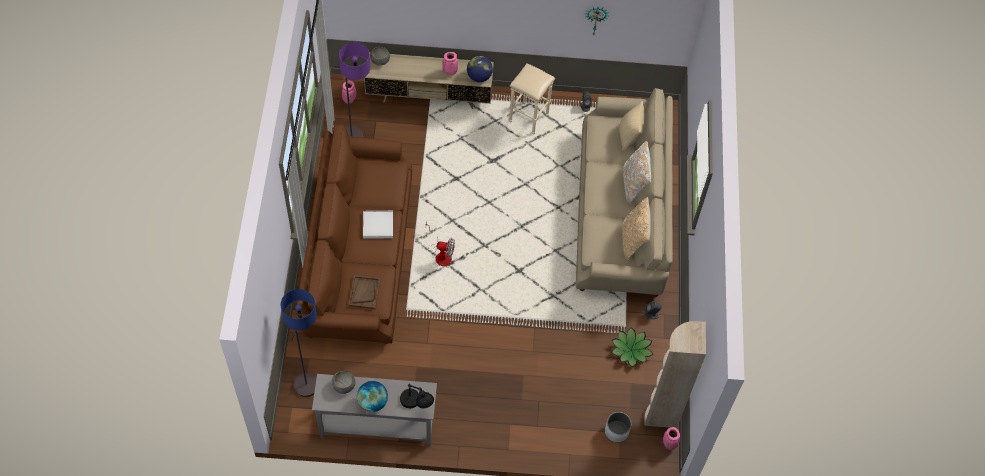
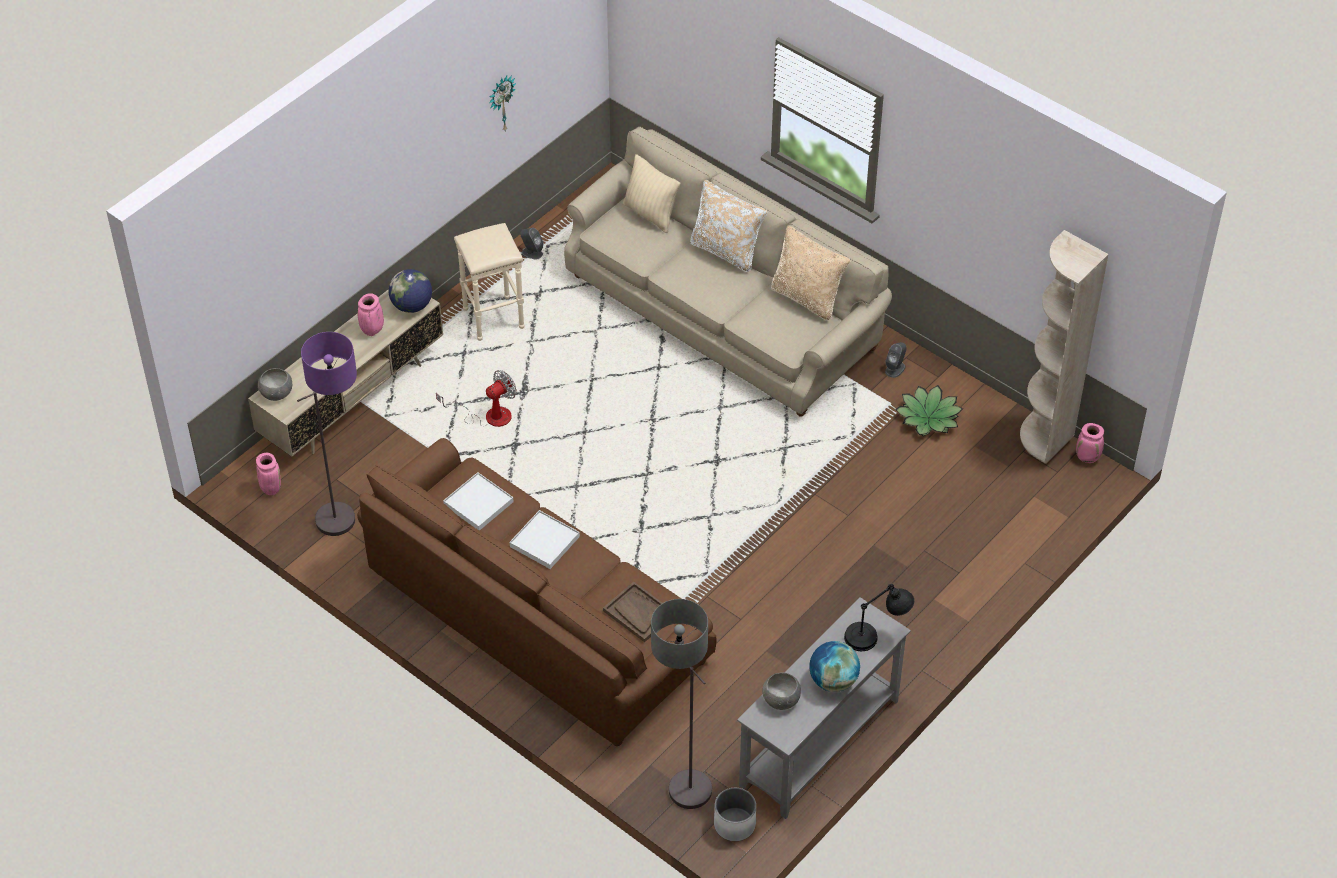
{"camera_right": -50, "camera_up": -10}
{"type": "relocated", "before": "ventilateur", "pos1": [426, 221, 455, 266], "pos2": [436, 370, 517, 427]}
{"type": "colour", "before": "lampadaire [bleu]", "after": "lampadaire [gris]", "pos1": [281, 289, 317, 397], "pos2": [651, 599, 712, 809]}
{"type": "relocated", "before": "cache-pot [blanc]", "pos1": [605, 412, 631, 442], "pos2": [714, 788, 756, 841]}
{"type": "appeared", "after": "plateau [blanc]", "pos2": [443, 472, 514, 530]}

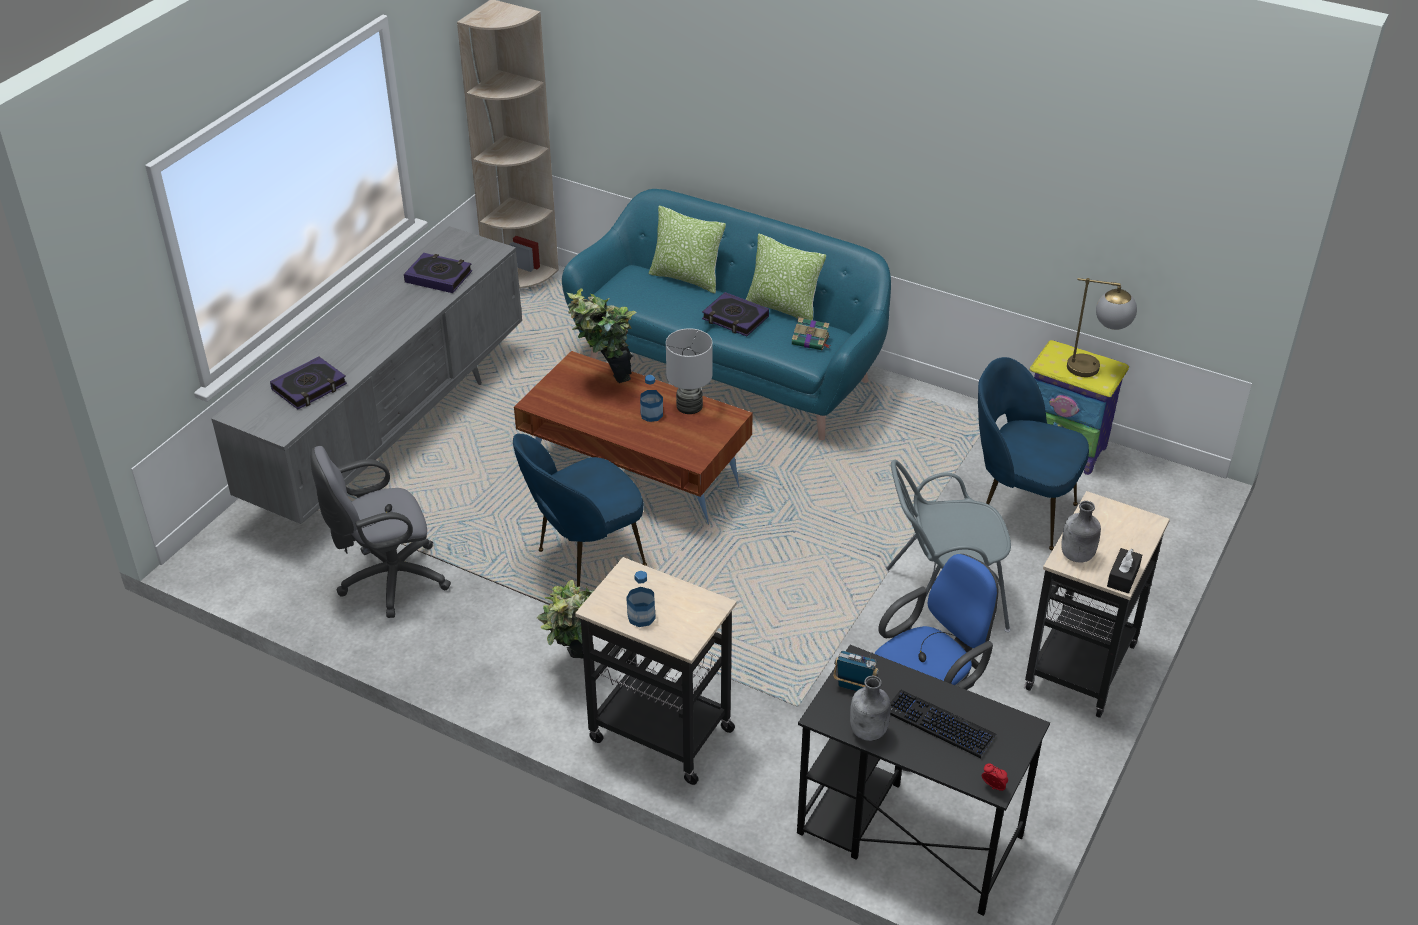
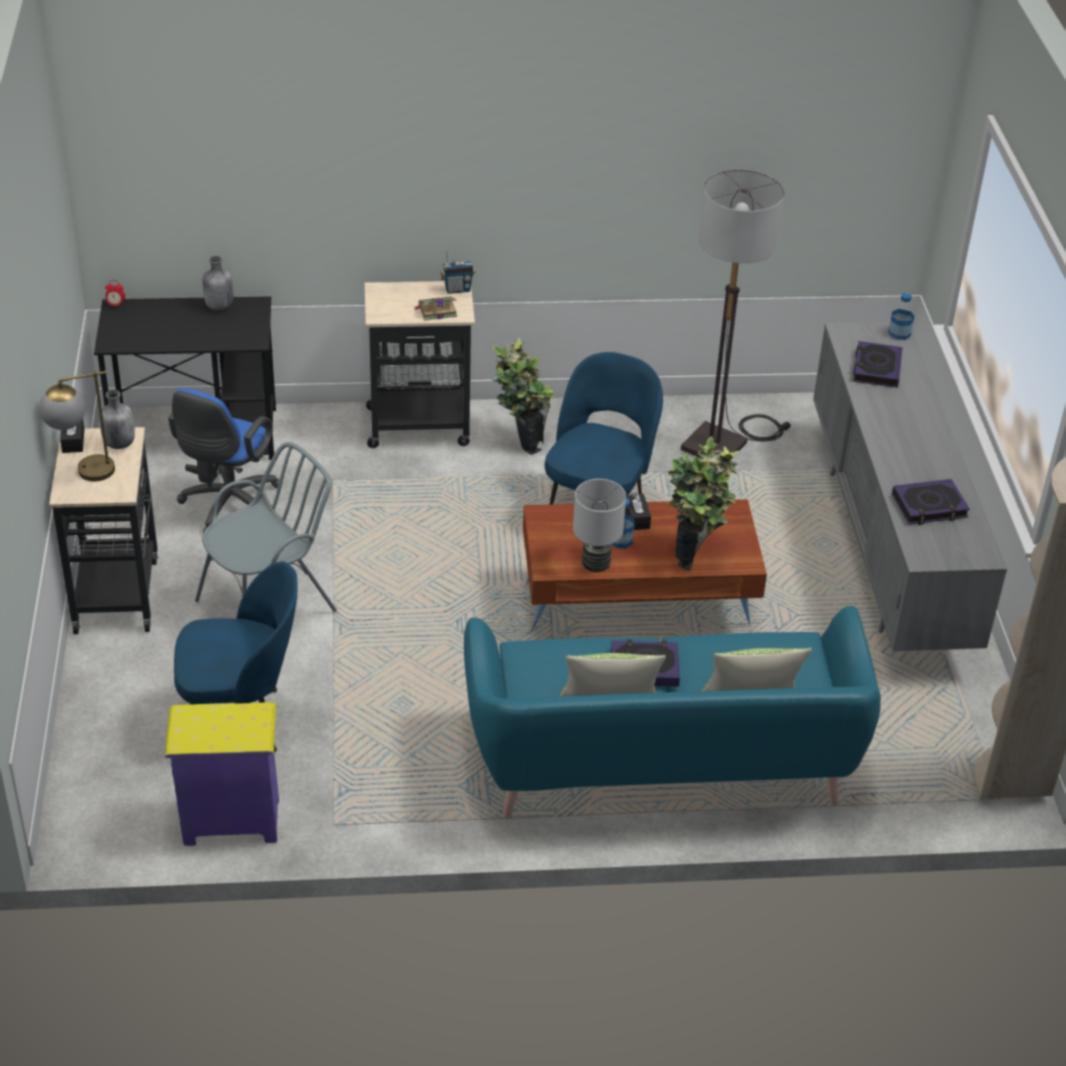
{"camera_right": 145, "camera_up": 0}
{"type": "relocated", "before": "lampe de table", "pos1": [1067, 278, 1137, 377], "pos2": [39, 371, 115, 481]}
{"type": "relocated", "before": "livre", "pos1": [792, 317, 830, 350], "pos2": [413, 296, 457, 321]}
{"type": "exchanged", "before": "chaise de bureau [gris]", "after": "lampadaire", "pos1": [310, 446, 451, 618], "pos2": [681, 169, 791, 458]}
{"type": "relocated", "before": "bouteille", "pos1": [626, 571, 656, 627], "pos2": [888, 293, 914, 340]}
{"type": "relocated", "before": "radio", "pos1": [833, 651, 879, 691], "pos2": [441, 250, 475, 294]}
{"type": "missing", "before": "clavier", "pos1": [890, 690, 997, 758]}
{"type": "appeared", "after": "boîte à mouchoirs [noir]", "pos2": [625, 492, 651, 530]}

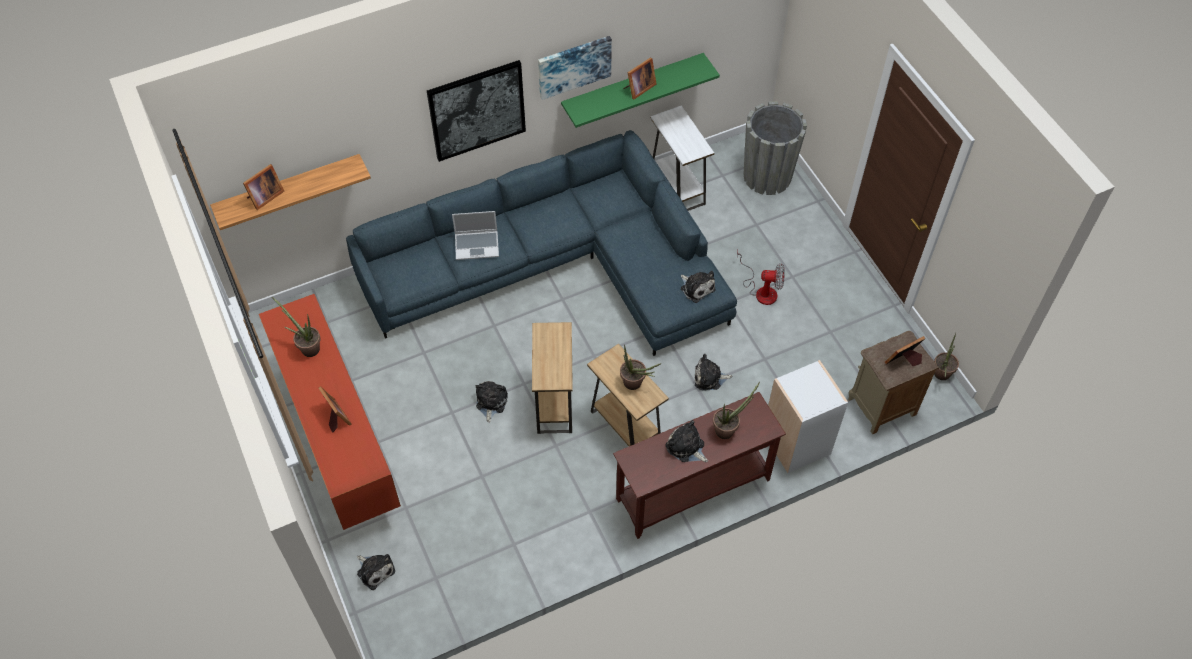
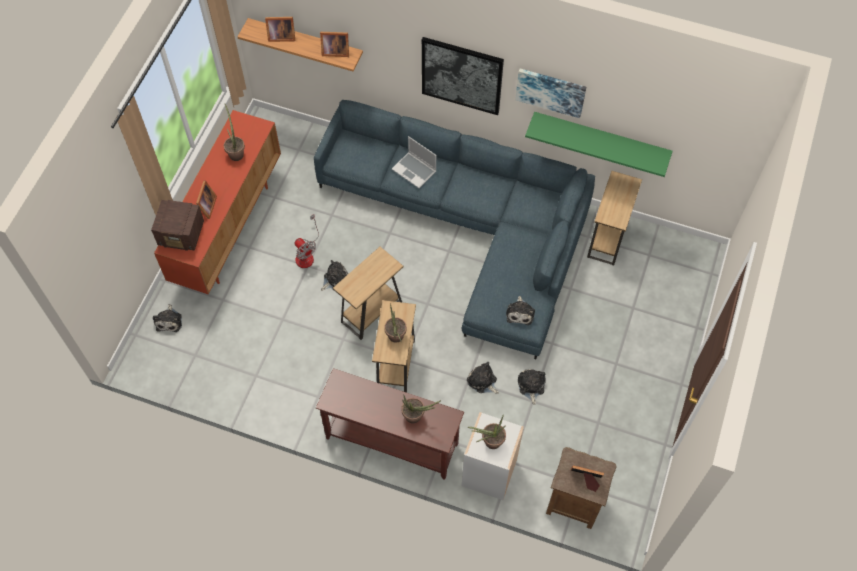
{"camera_right": 45, "camera_up": 5}
{"type": "relocated", "before": "cadre photo", "pos1": [624, 57, 657, 99], "pos2": [320, 32, 349, 57]}
{"type": "missing", "before": "cache-pot [gris]", "pos1": [743, 101, 807, 195]}
{"type": "colour", "before": "table d'appoint [blanc]", "after": "table d'appoint [marron]", "pos1": [650, 105, 714, 211], "pos2": [587, 171, 642, 266]}
{"type": "relocated", "before": "ventilateur", "pos1": [737, 251, 785, 305], "pos2": [294, 214, 319, 268]}
{"type": "relocated", "before": "plante en pot", "pos1": [934, 333, 959, 380], "pos2": [468, 416, 506, 449]}
{"type": "relocated", "before": "peluche", "pos1": [666, 420, 708, 462], "pos2": [518, 369, 545, 405]}
{"type": "appeared", "after": "radio", "pos2": [151, 200, 204, 251]}

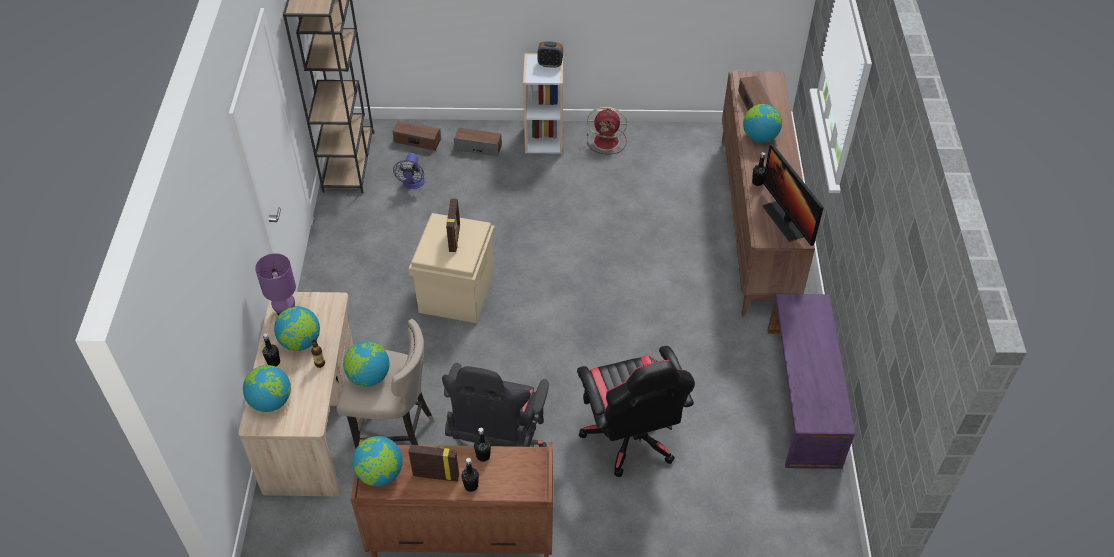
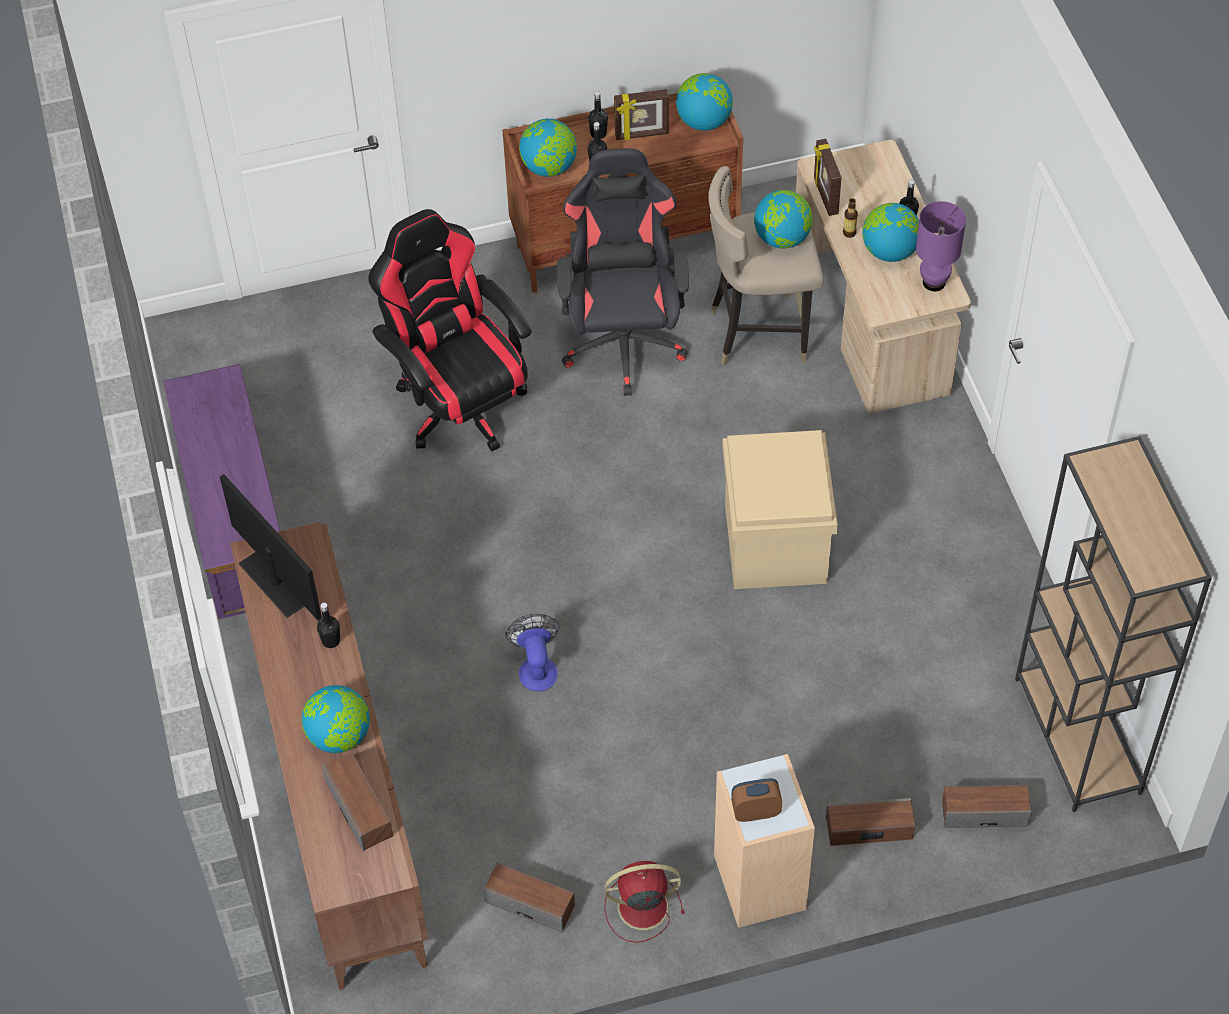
{"camera_right": 165, "camera_up": 5}
{"type": "relocated", "before": "ventilateur", "pos1": [393, 153, 425, 189], "pos2": [505, 614, 559, 691]}
{"type": "relocated", "before": "cadre photo", "pos1": [446, 199, 460, 252], "pos2": [814, 139, 842, 216]}
{"type": "relocated", "before": "globe", "pos1": [243, 365, 291, 412], "pos2": [519, 119, 577, 177]}
{"type": "appeared", "after": "enceinte", "pos2": [483, 863, 575, 932]}

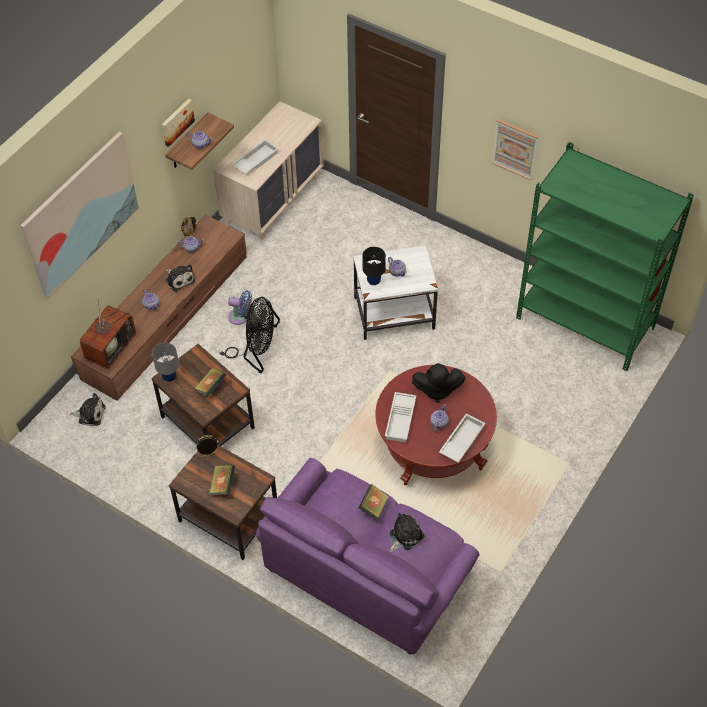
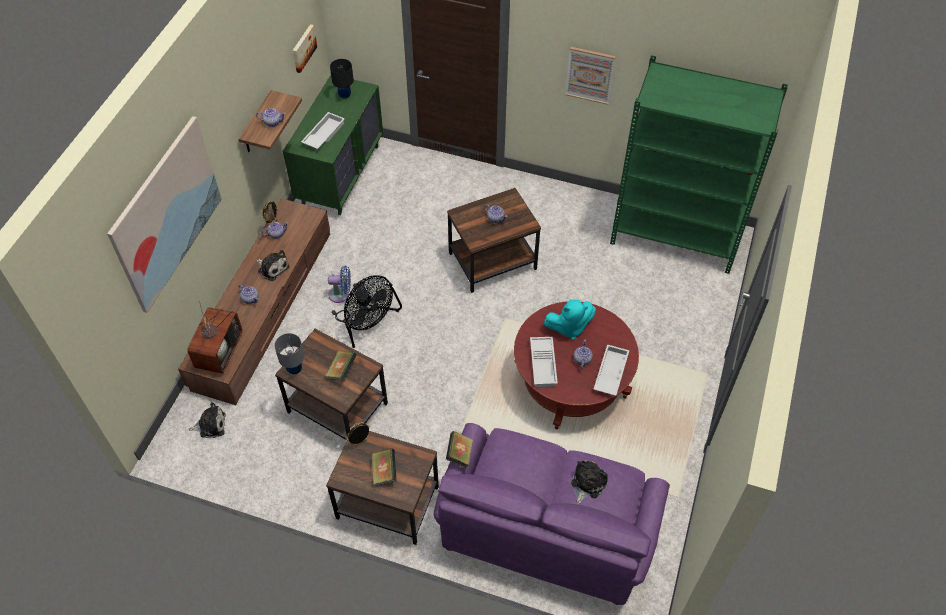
{"camera_right": -15, "camera_up": 0}
{"type": "relocated", "before": "tableau", "pos1": [162, 98, 195, 147], "pos2": [293, 24, 317, 73]}
{"type": "colour", "before": "commode [beige]", "after": "commode [vert]", "pos1": [213, 101, 324, 240], "pos2": [283, 75, 383, 215]}
{"type": "colour", "before": "table d'appoint [blanc]", "after": "table d'appoint [marron]", "pos1": [353, 245, 438, 340], "pos2": [447, 188, 541, 293]}
{"type": "relocated", "before": "lampe de table [noir]", "pos1": [362, 247, 386, 285], "pos2": [330, 59, 354, 98]}
{"type": "spun", "before": "ventilateur [noir]", "pos1": [220, 297, 280, 374], "pos2": [332, 275, 402, 348], "turn": 45}
{"type": "colour", "before": "peluche [noir]", "after": "peluche [turquoise]", "pos1": [412, 363, 465, 403], "pos2": [543, 299, 596, 340]}
{"type": "relocated", "before": "livre", "pos1": [358, 484, 389, 520], "pos2": [446, 431, 473, 468]}

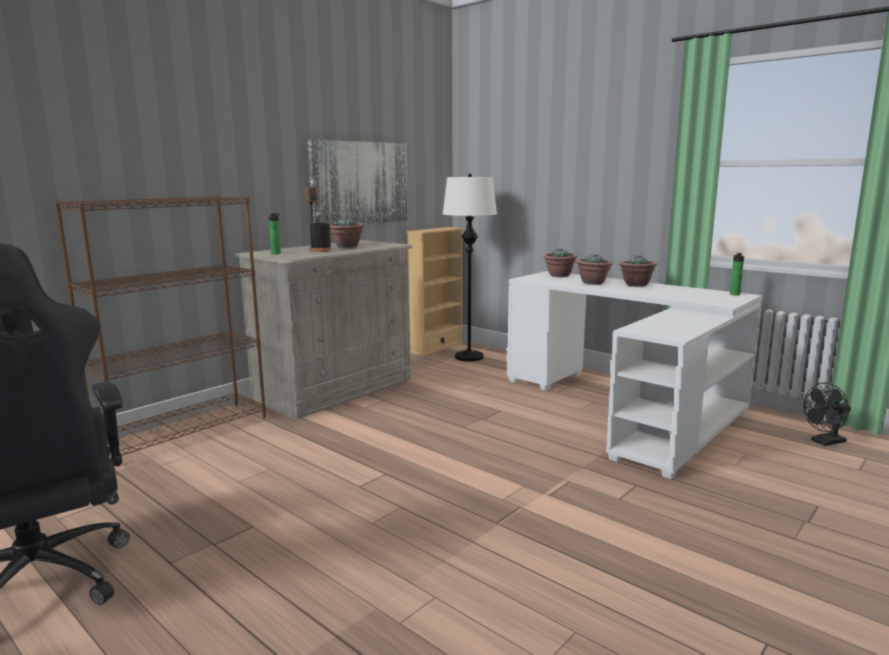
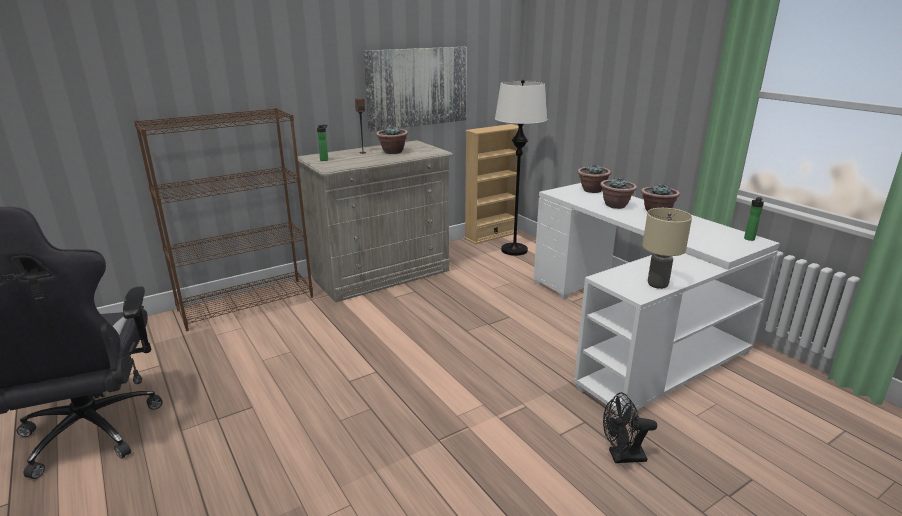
{"camera_right": 15, "camera_up": 10}
{"type": "missing", "before": "bouteille [noir]", "pos1": [310, 212, 331, 252]}
{"type": "relocated", "before": "ventilateur [noir]", "pos1": [803, 383, 851, 446], "pos2": [603, 392, 657, 463]}
{"type": "appeared", "after": "lampe de table [beige]", "pos2": [642, 208, 692, 289]}

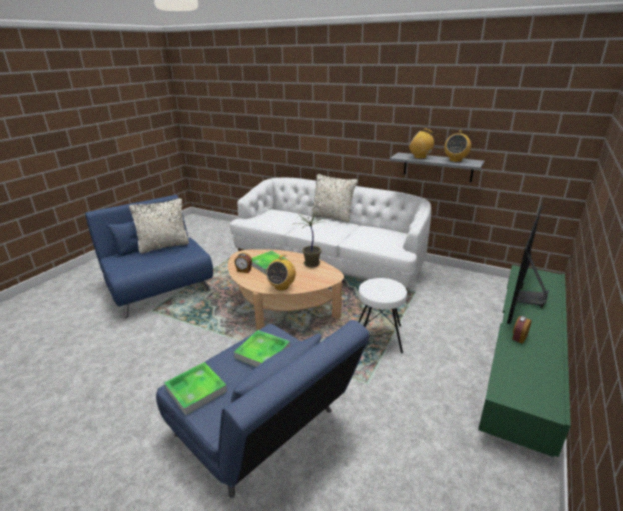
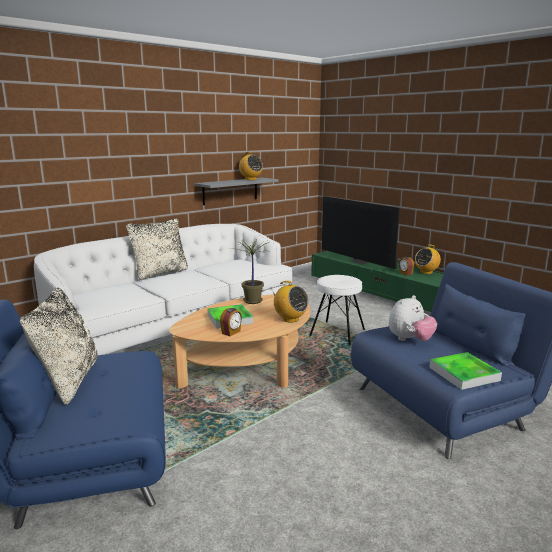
{"camera_right": -70, "camera_up": -10}
{"type": "relocated", "before": "radio", "pos1": [409, 128, 435, 159], "pos2": [415, 245, 441, 274]}
{"type": "exchanged", "before": "plateau", "after": "peluche", "pos1": [234, 330, 290, 367], "pos2": [389, 295, 437, 341]}

